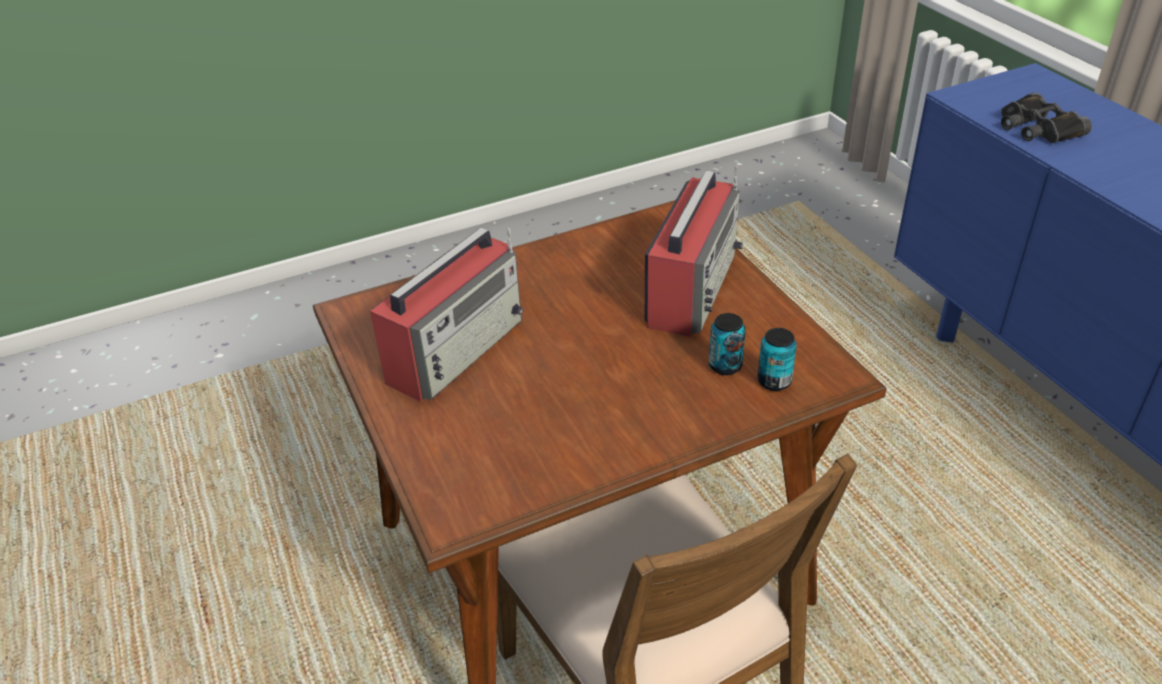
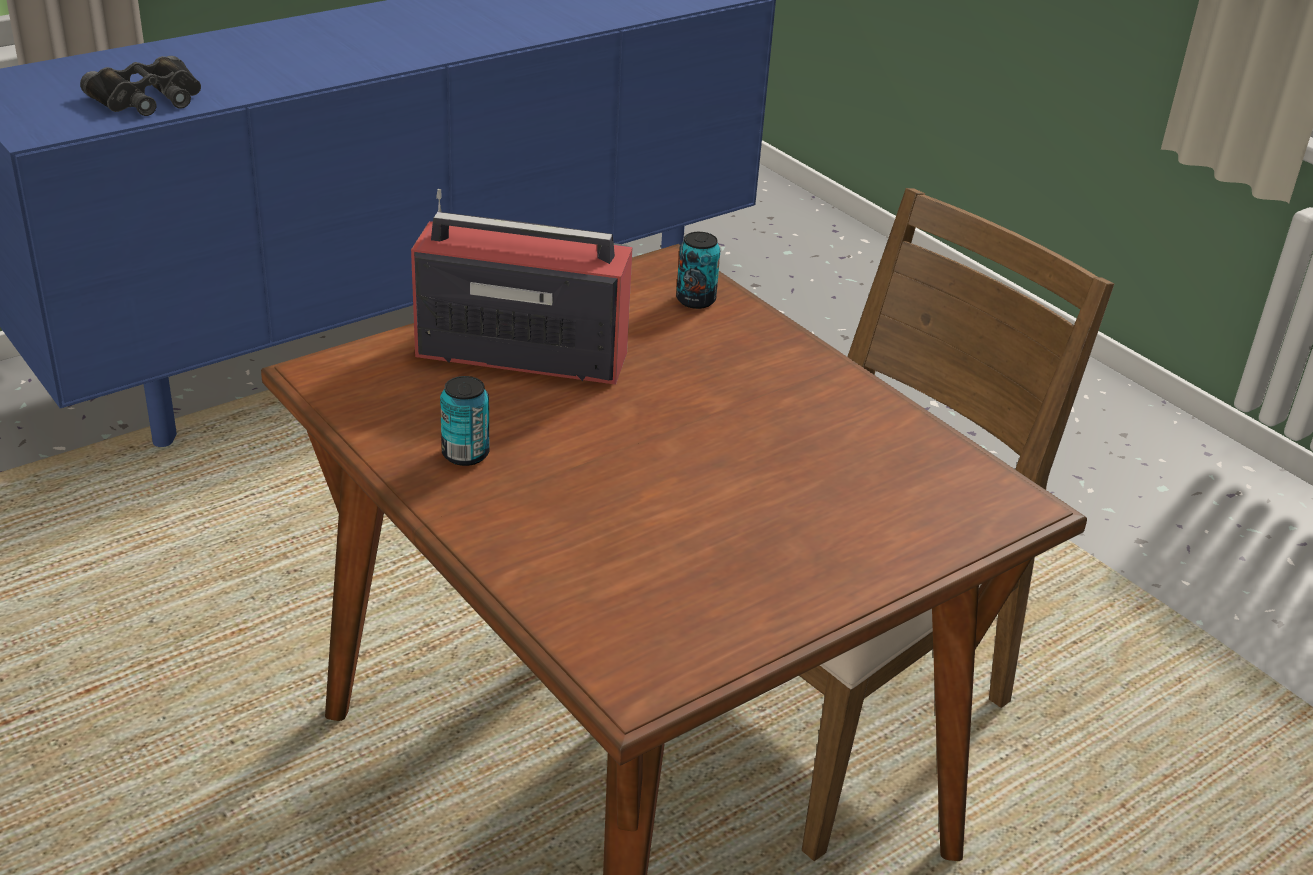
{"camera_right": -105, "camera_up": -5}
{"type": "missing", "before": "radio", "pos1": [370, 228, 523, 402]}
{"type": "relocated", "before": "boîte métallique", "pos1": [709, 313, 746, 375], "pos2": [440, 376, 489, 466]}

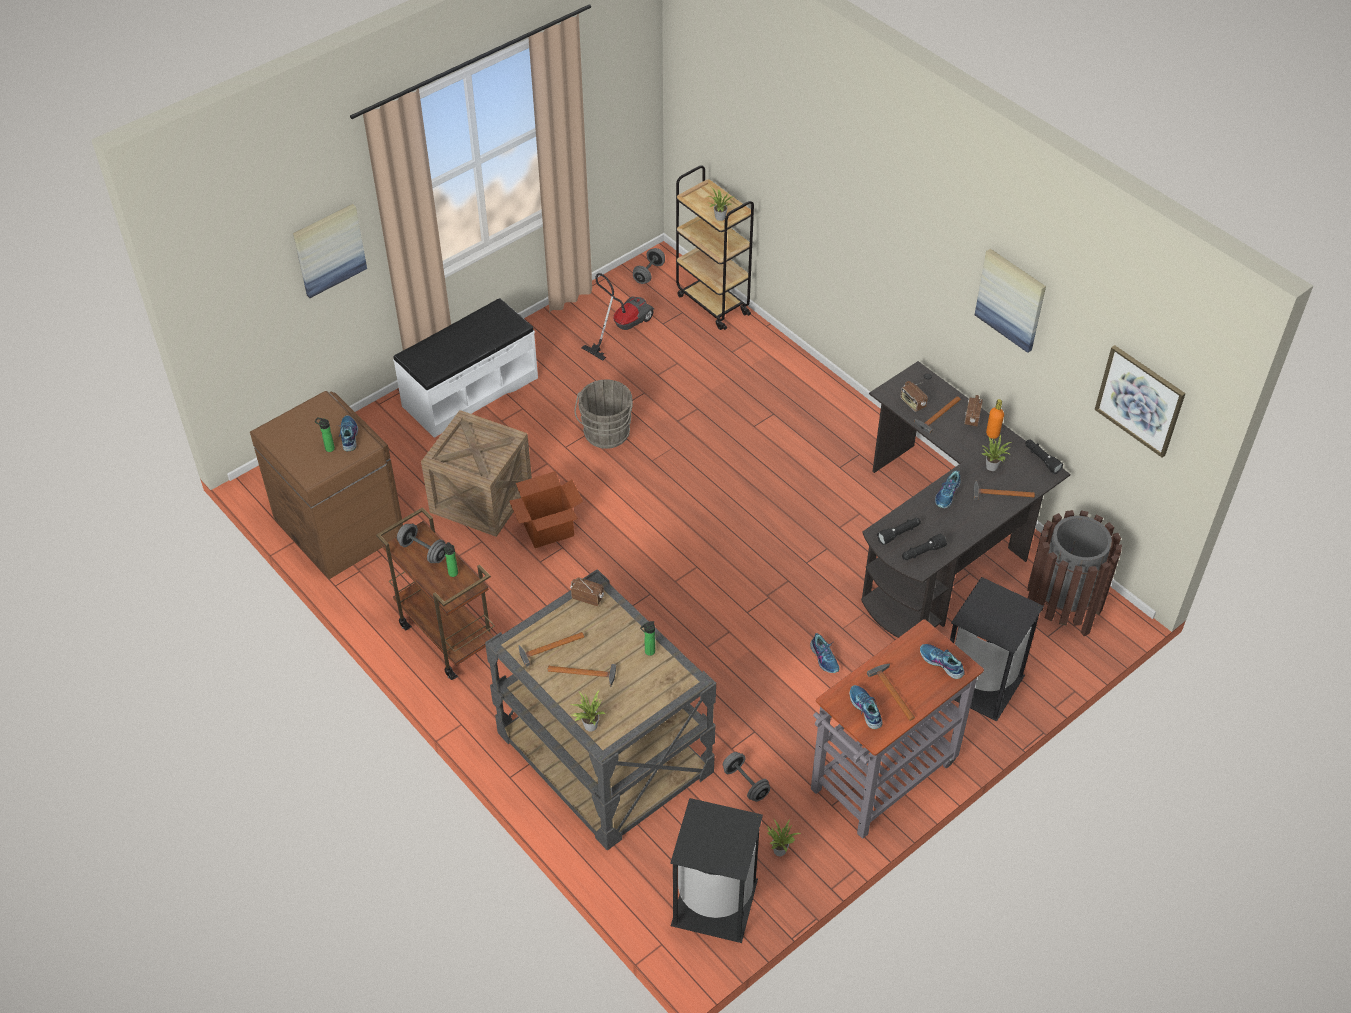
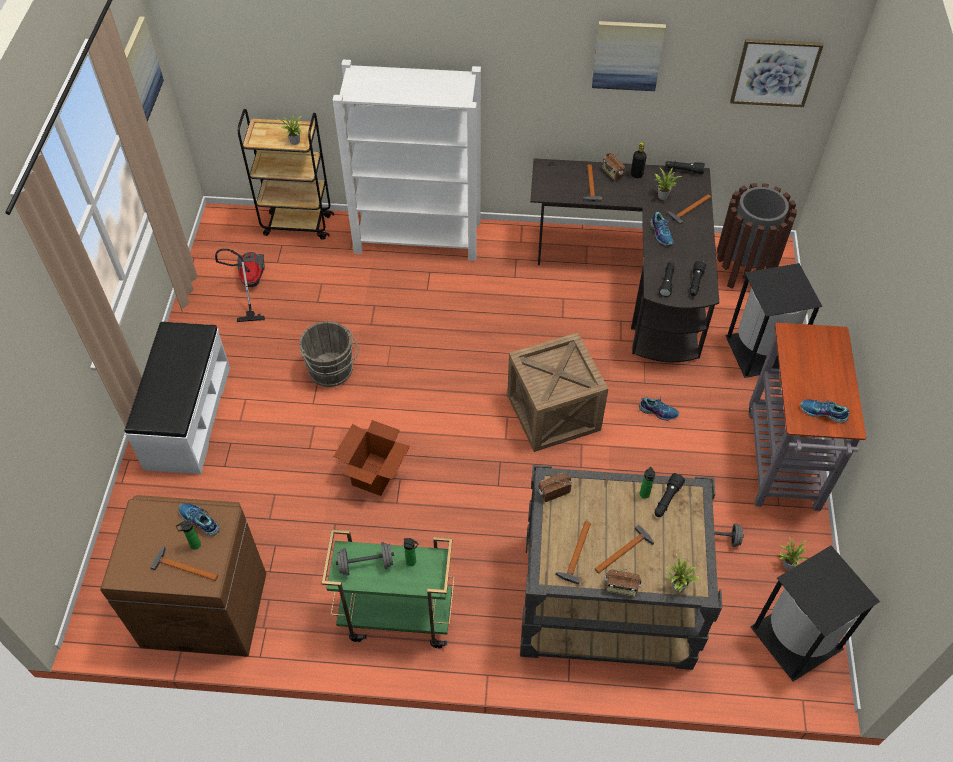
{"camera_right": -45, "camera_up": 5}
{"type": "relocated", "before": "tableau", "pos1": [293, 204, 367, 298], "pos2": [124, 16, 164, 121]}
{"type": "missing", "before": "haltère [gris]", "pos1": [633, 248, 665, 284]}
{"type": "relocated", "before": "radio", "pos1": [900, 381, 928, 412], "pos2": [604, 567, 642, 596]}
{"type": "colour", "before": "bouteille [orange]", "after": "bouteille [noir]", "pos1": [986, 399, 1004, 439], "pos2": [631, 142, 647, 178]}
{"type": "relocated", "before": "caisse", "pos1": [421, 410, 532, 537], "pos2": [507, 332, 608, 452]}
{"type": "colour", "before": "chariot [marron]", "after": "chariot [vert]", "pos1": [376, 507, 495, 680], "pos2": [321, 529, 454, 649]}
{"type": "missing", "before": "chaussure", "pos1": [920, 644, 965, 679]}
{"type": "relocated", "before": "marteau", "pos1": [867, 664, 915, 721], "pos2": [150, 547, 218, 581]}
{"type": "appeared", "after": "bibliothèque [blanc]", "pos2": [333, 60, 481, 261]}
{"type": "appeared", "after": "lampe de poche [noir]", "pos2": [655, 473, 685, 517]}

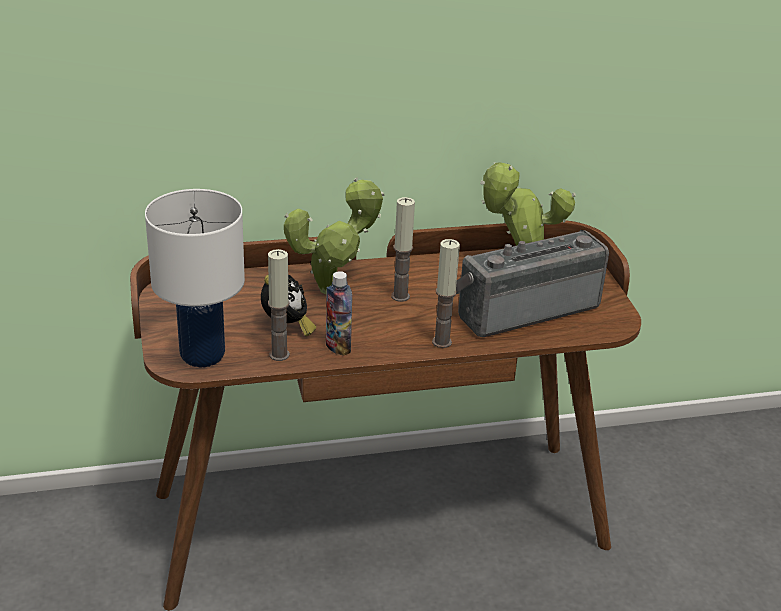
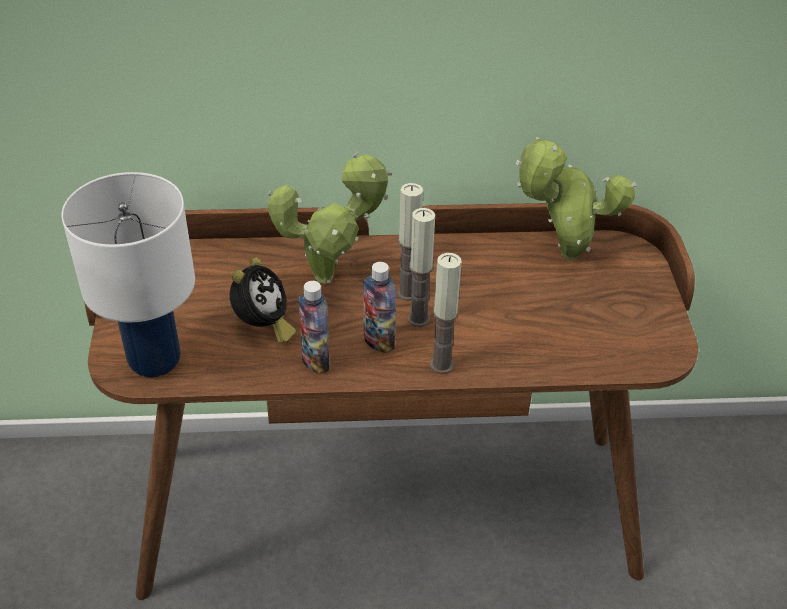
{"camera_right": 10, "camera_up": 10}
{"type": "missing", "before": "radio", "pos1": [456, 230, 609, 337]}
{"type": "relocated", "before": "bougie", "pos1": [268, 249, 290, 361], "pos2": [408, 208, 435, 327]}
{"type": "appeared", "after": "bouteille", "pos2": [363, 262, 396, 354]}

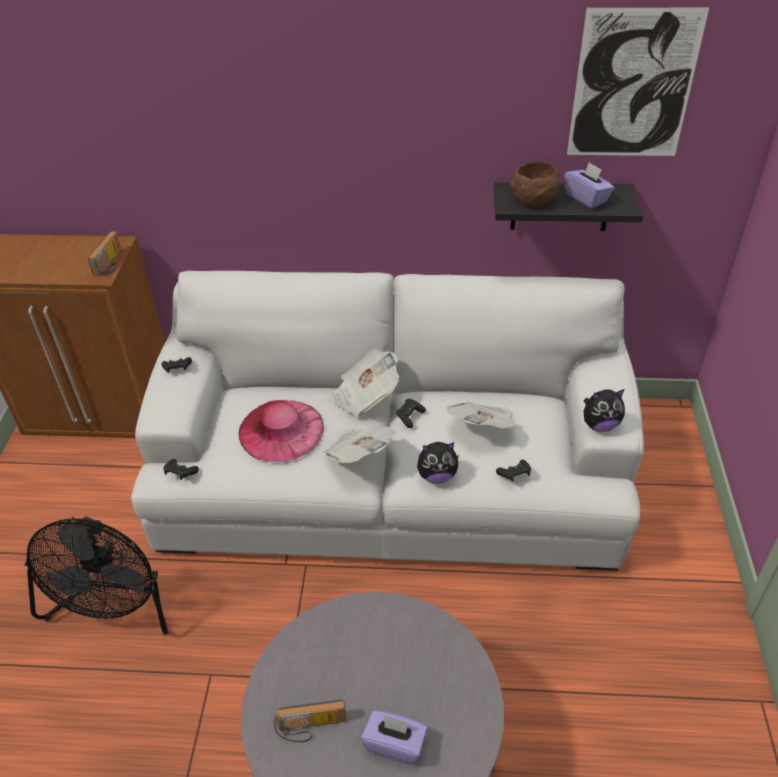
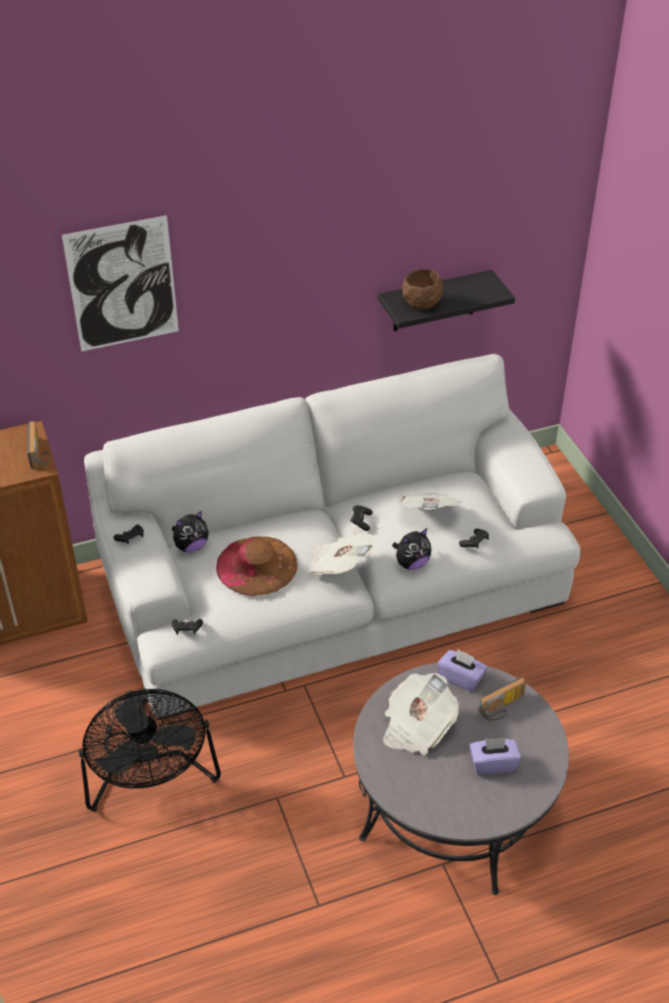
{"camera_right": -25, "camera_up": 0}
{"type": "relocated", "before": "tableau", "pos1": [567, 8, 709, 156], "pos2": [62, 215, 179, 352]}
{"type": "relocated", "before": "boîte à mouchoirs [violet]", "pos1": [564, 162, 615, 208], "pos2": [437, 649, 487, 692]}
{"type": "relocated", "before": "journal", "pos1": [329, 349, 399, 417], "pos2": [383, 673, 459, 755]}
{"type": "relocated", "before": "peluche", "pos1": [583, 389, 625, 432], "pos2": [172, 511, 209, 552]}
{"type": "colour", "before": "chapeau [rose]", "after": "chapeau [marron]", "pos1": [238, 400, 324, 462], "pos2": [216, 537, 298, 596]}
{"type": "relocated", "before": "radio", "pos1": [274, 700, 347, 742], "pos2": [479, 677, 526, 721]}

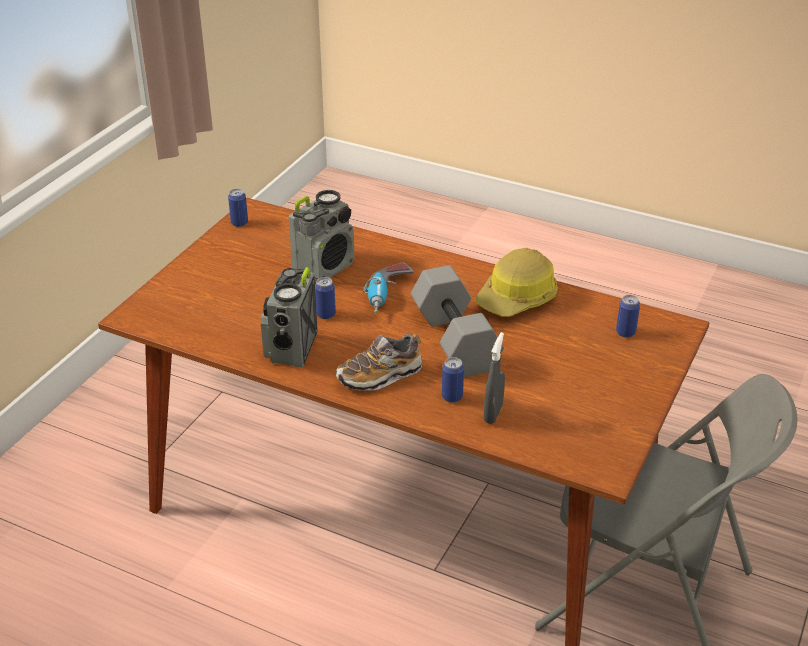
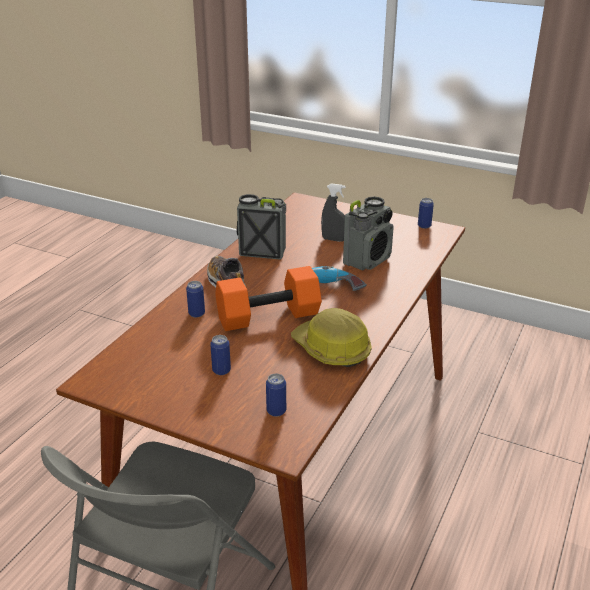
{"camera_right": 90, "camera_up": -5}
{"type": "spun", "before": "radio", "pos1": [289, 190, 354, 282], "pos2": [343, 196, 394, 271], "turn": -90}
{"type": "colour", "before": "haltère [gris]", "after": "haltère [orange]", "pos1": [411, 265, 504, 377], "pos2": [215, 266, 322, 331]}
{"type": "relocated", "before": "boîte métallique", "pos1": [315, 277, 336, 319], "pos2": [210, 335, 231, 375]}
{"type": "relocated", "before": "vaporisateur [gris]", "pos1": [484, 332, 505, 424], "pos2": [321, 183, 346, 242]}

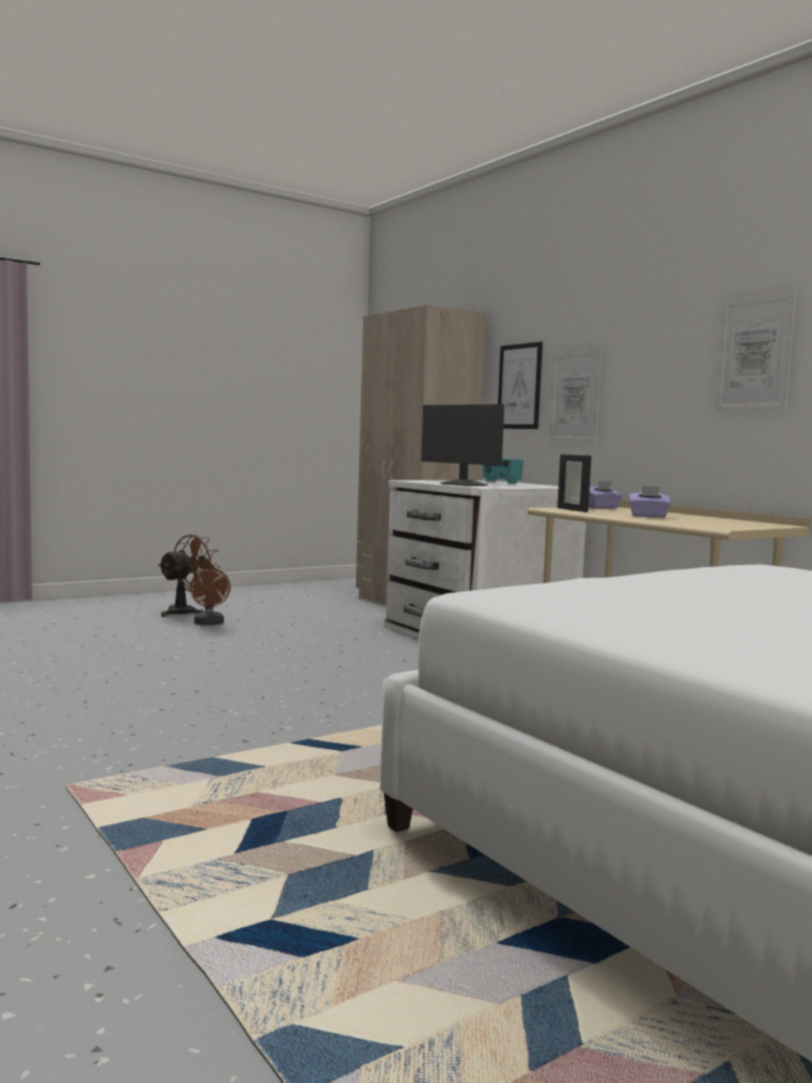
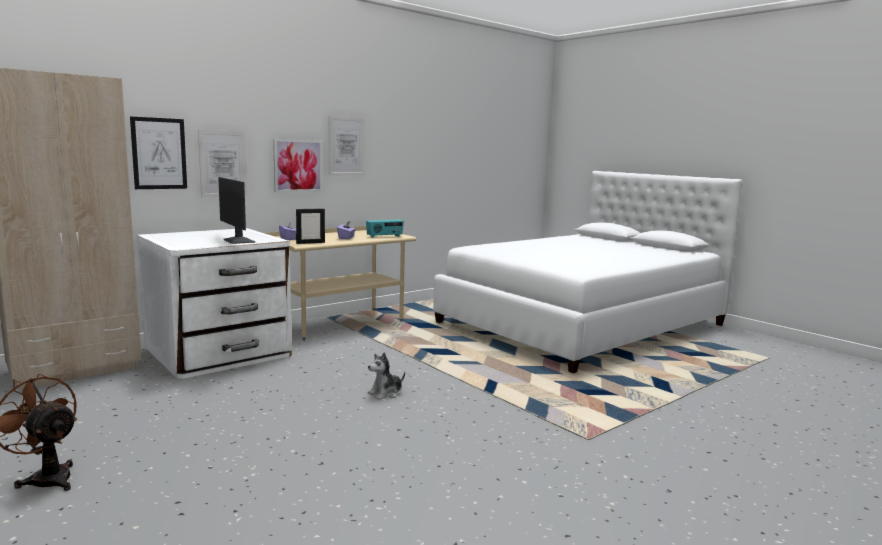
{"camera_right": -95, "camera_up": 5}
{"type": "spun", "before": "écran d'ordinateur", "pos1": [421, 404, 505, 486], "pos2": [218, 177, 255, 244], "turn": 105}
{"type": "relocated", "before": "radio", "pos1": [483, 458, 524, 483], "pos2": [366, 220, 404, 238]}
{"type": "missing", "before": "ventilateur [marron]", "pos1": [190, 568, 231, 625]}
{"type": "appeared", "after": "tableau", "pos2": [273, 139, 322, 192]}
{"type": "appeared", "after": "peluche", "pos2": [368, 352, 405, 400]}

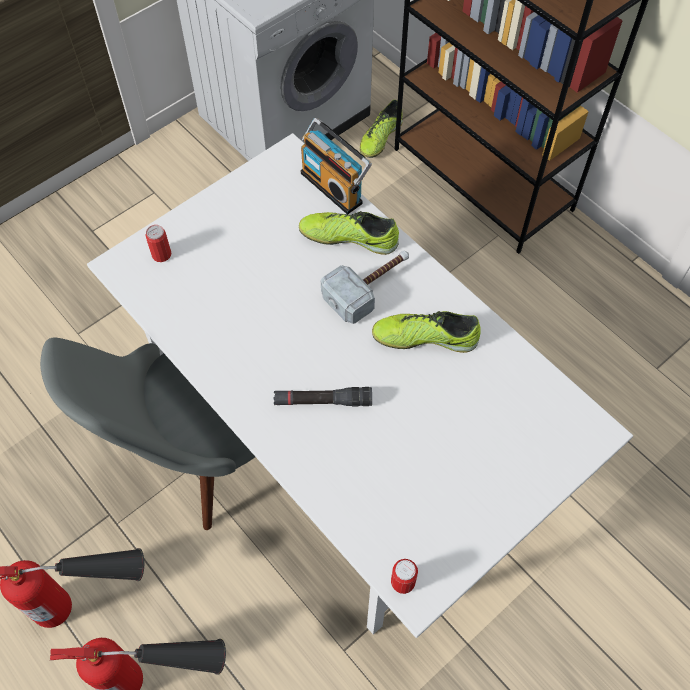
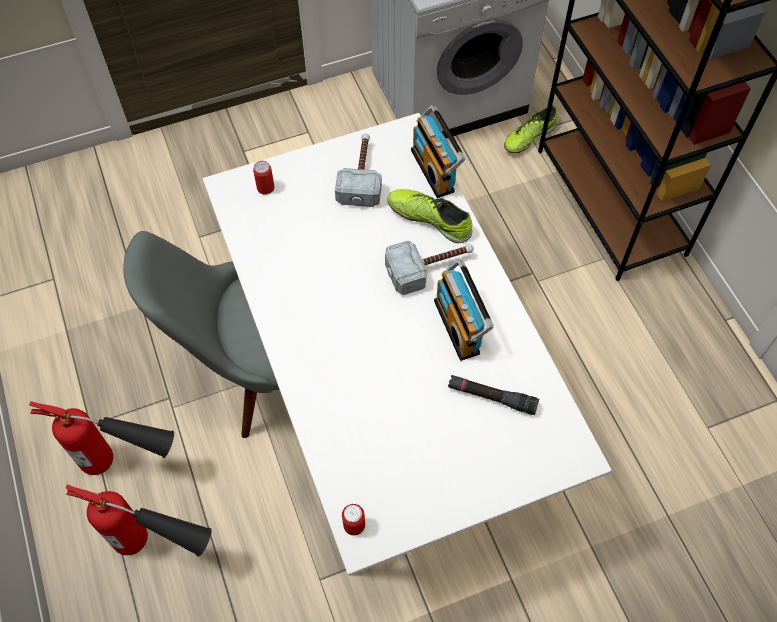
{"camera_right": 20, "camera_up": 0}
{"type": "exchanged", "before": "chaussure", "after": "radio", "pos1": [372, 311, 481, 353], "pos2": [434, 259, 494, 361]}
{"type": "relocated", "before": "lampe de poche [noir]", "pos1": [273, 387, 372, 406], "pos2": [448, 375, 539, 415]}
{"type": "appeared", "after": "marteau", "pos2": [335, 133, 382, 207]}

